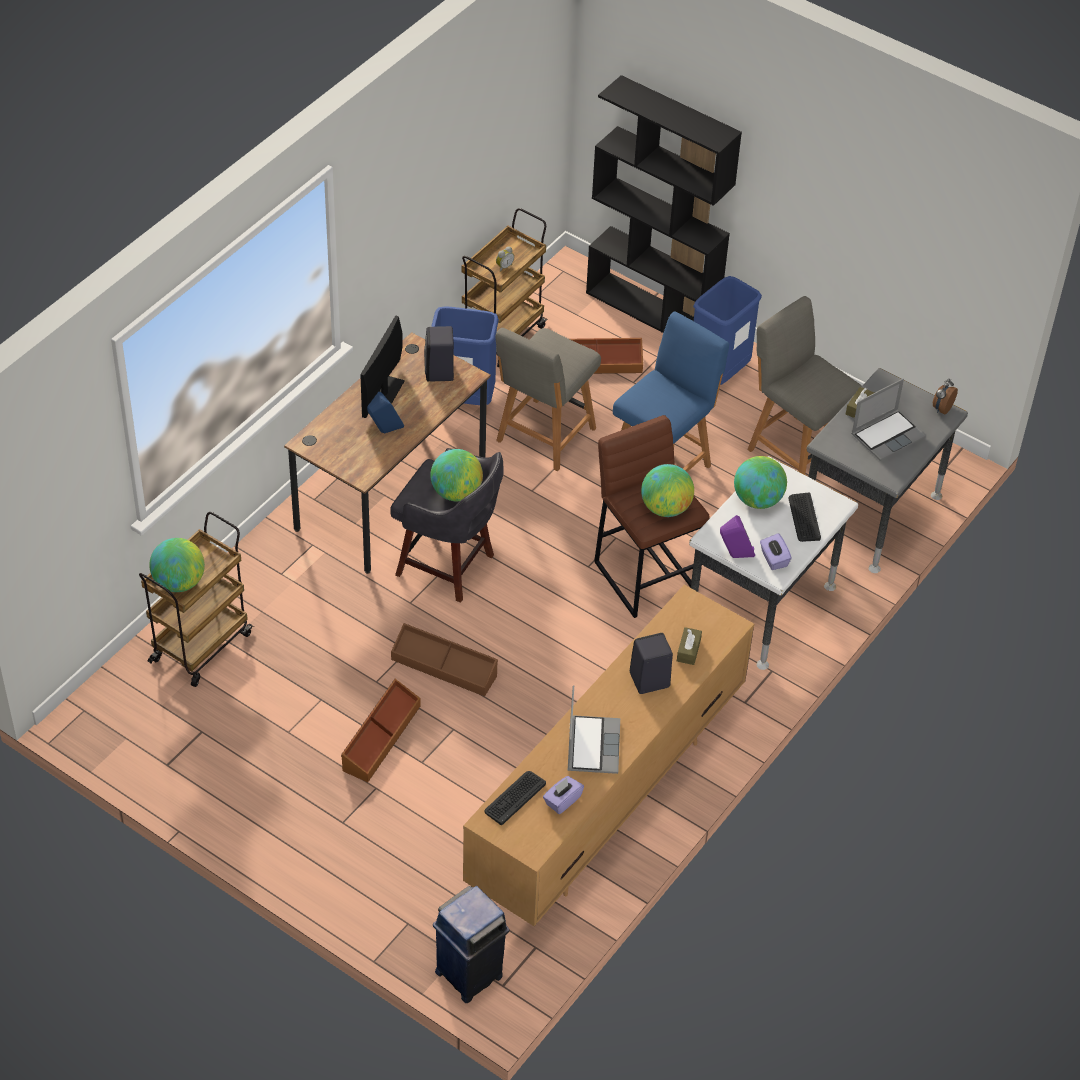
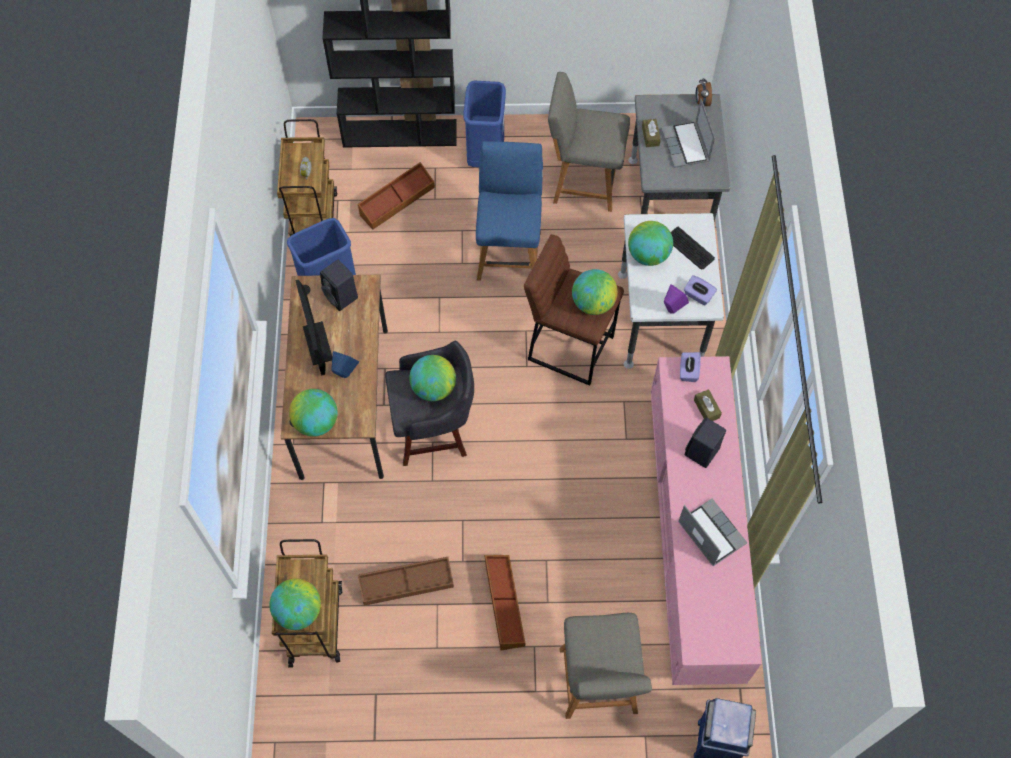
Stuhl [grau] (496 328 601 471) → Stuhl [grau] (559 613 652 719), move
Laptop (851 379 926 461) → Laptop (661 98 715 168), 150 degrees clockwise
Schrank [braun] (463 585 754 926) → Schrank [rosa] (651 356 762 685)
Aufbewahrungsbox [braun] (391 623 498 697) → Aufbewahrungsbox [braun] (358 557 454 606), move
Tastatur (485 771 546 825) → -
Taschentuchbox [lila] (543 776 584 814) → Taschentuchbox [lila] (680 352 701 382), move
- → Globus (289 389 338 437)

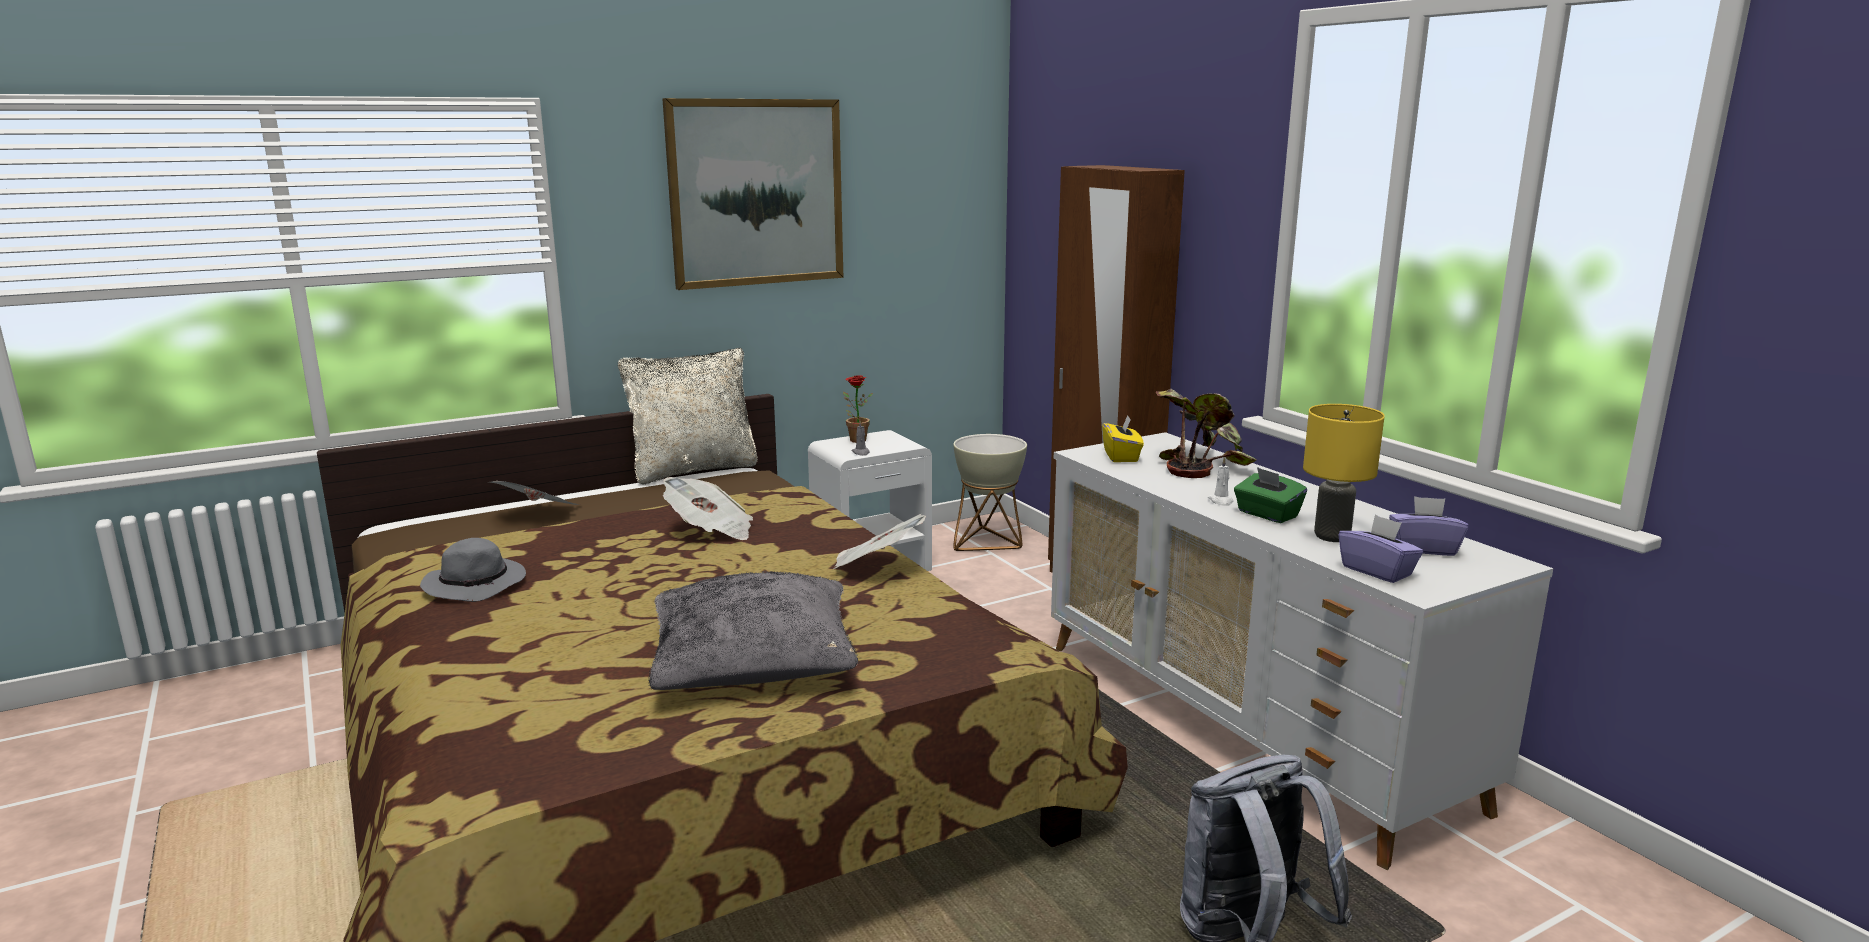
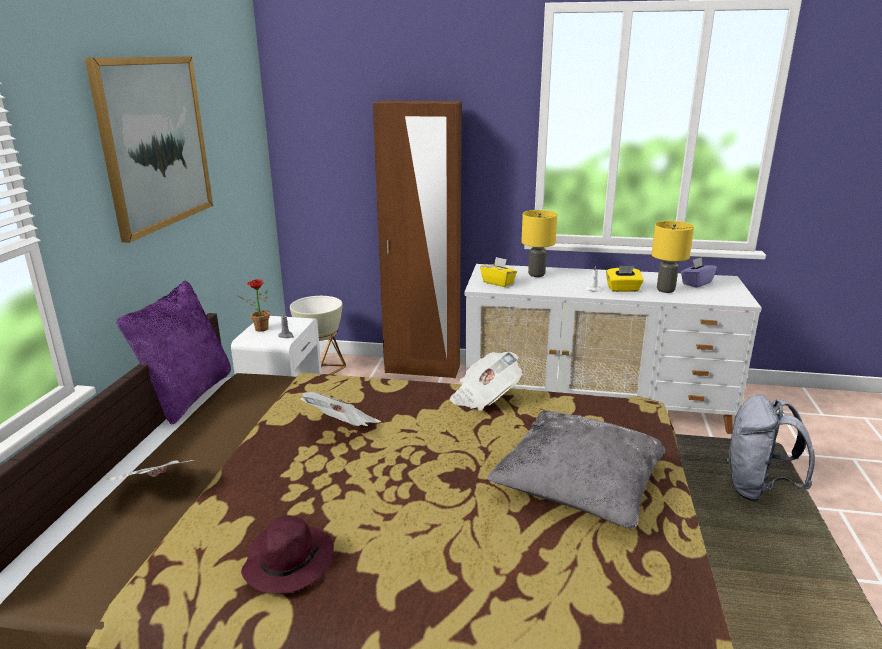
Kissen [beige] (617 347 758 485) → Kissen [lila] (117 281 231 424)
Topfpflanze (1156 389 1256 478) → Tischlampe [gelb] (521 210 557 277)
Taschentuchbox [grün] (1234 467 1307 523) → Taschentuchbox [gelb] (606 266 644 292)
Taschentuchbox [lila] (1339 514 1423 583) → -
Hut [grau] (420 538 526 602) → Hut [lila] (241 516 334 593)

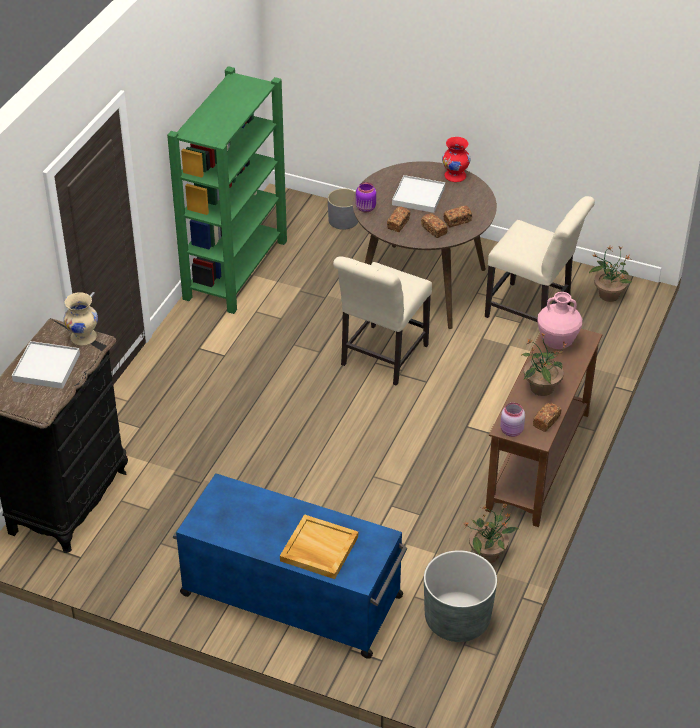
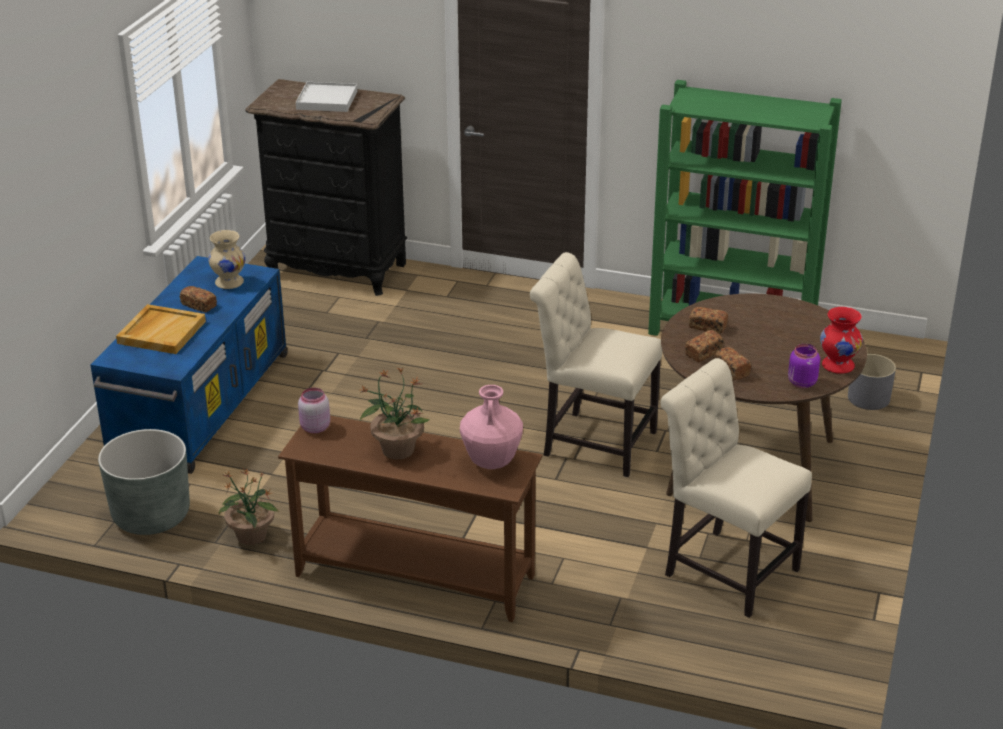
Tablett [weiß] (392 175 445 213) → -
Vorratsglas [lila] (356 182 376 213) → Vorratsglas [lila] (788 344 820 388), move
Stuhl [beige] (485 196 595 322) → Stuhl [beige] (661 358 812 618), 105 degrees clockwise
Topfpflanze (589 246 632 302) → -
Vase [beige] (64 292 98 346) → Vase [beige] (208 230 245 289), move
Brot (533 403 561 432) → Brot (180 286 217 313), move

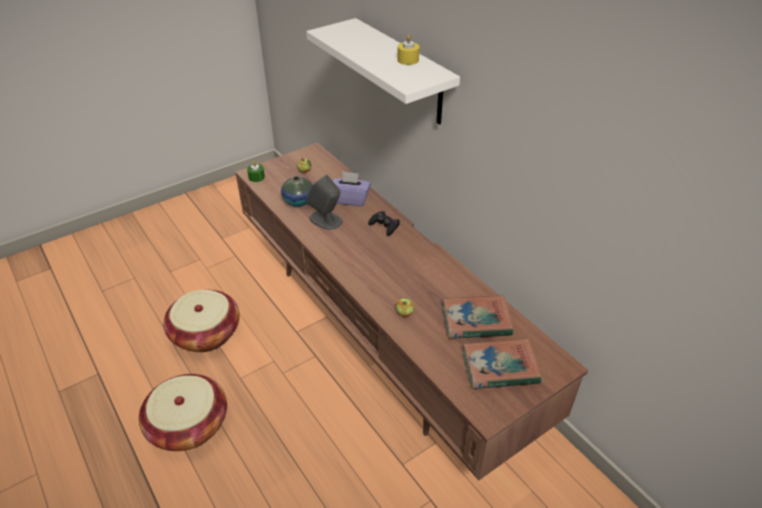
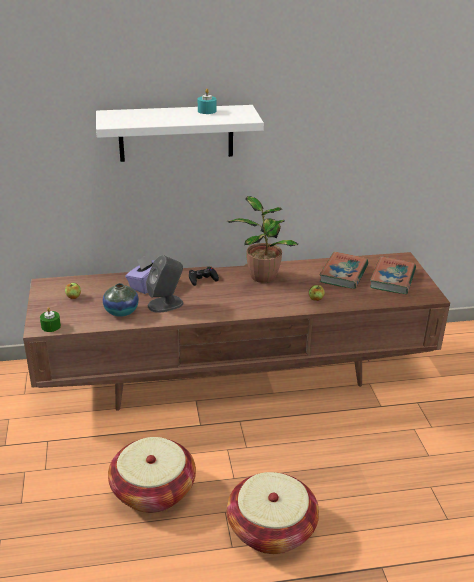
Kerze [gelb] (397 35 419 65) → Kerze [türkis] (198 89 217 114)
- → Topfpflanze (227 196 298 283)

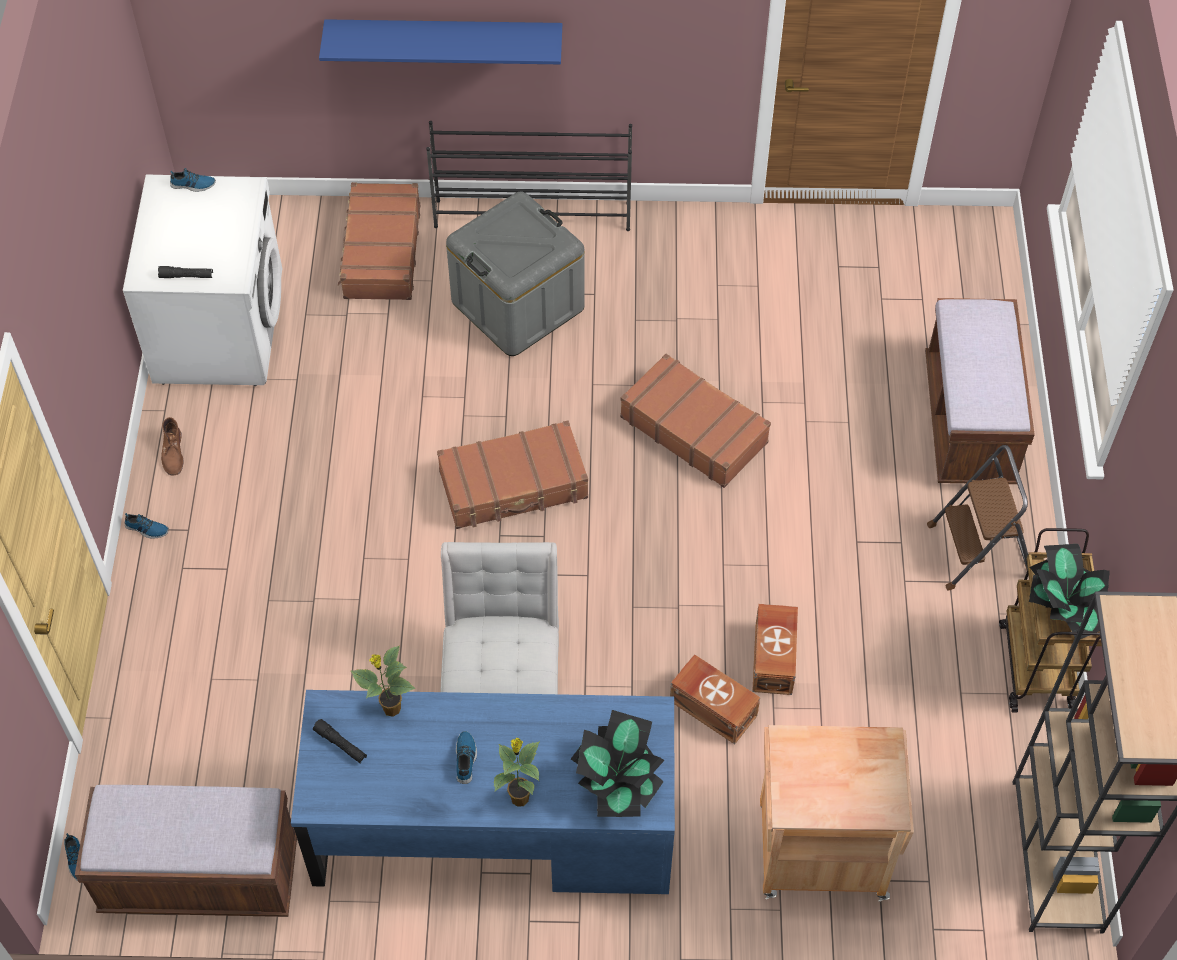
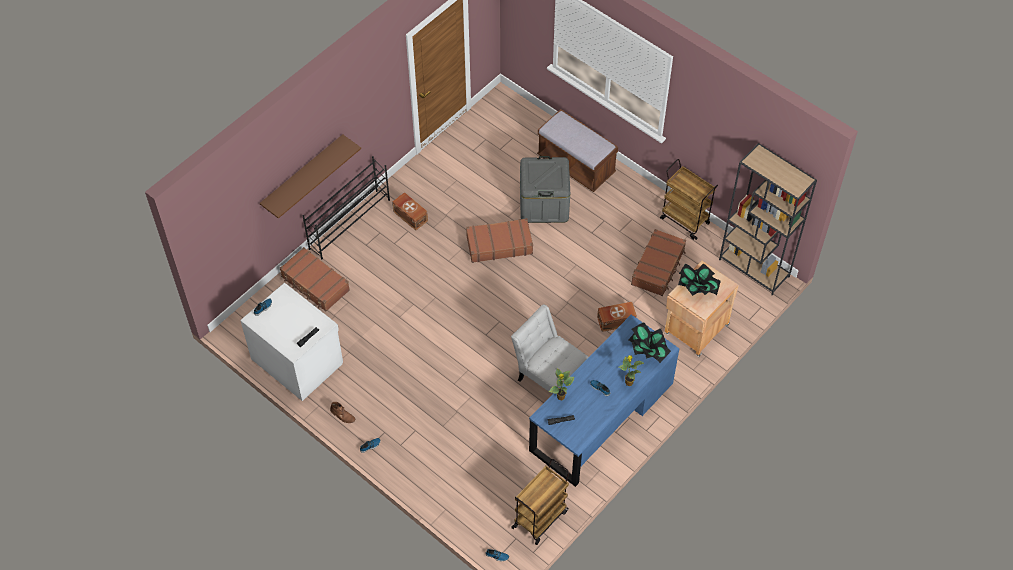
Wandregal [blau] (319 19 562 64) → Wandregal [braun] (260 134 361 219)
Aufbewahrungsbox [grau] (446 192 585 356) → Aufbewahrungsbox [grau] (520 156 570 223), move
Koffer [braun] (437 421 588 529) → Koffer [braun] (631 229 686 296), move
Trittleiter [braun] (927 445 1028 591) → -
Topfpflanze (1029 544 1110 639) → Topfpflanze (678 264 721 296), move
Aufbewahrungsbox [braun] (752 604 798 695) → Aufbewahrungsbox [braun] (392 192 428 230), move
Bank [braun] (75 785 297 917) → Rollwagen [braun] (511 459 569 545)

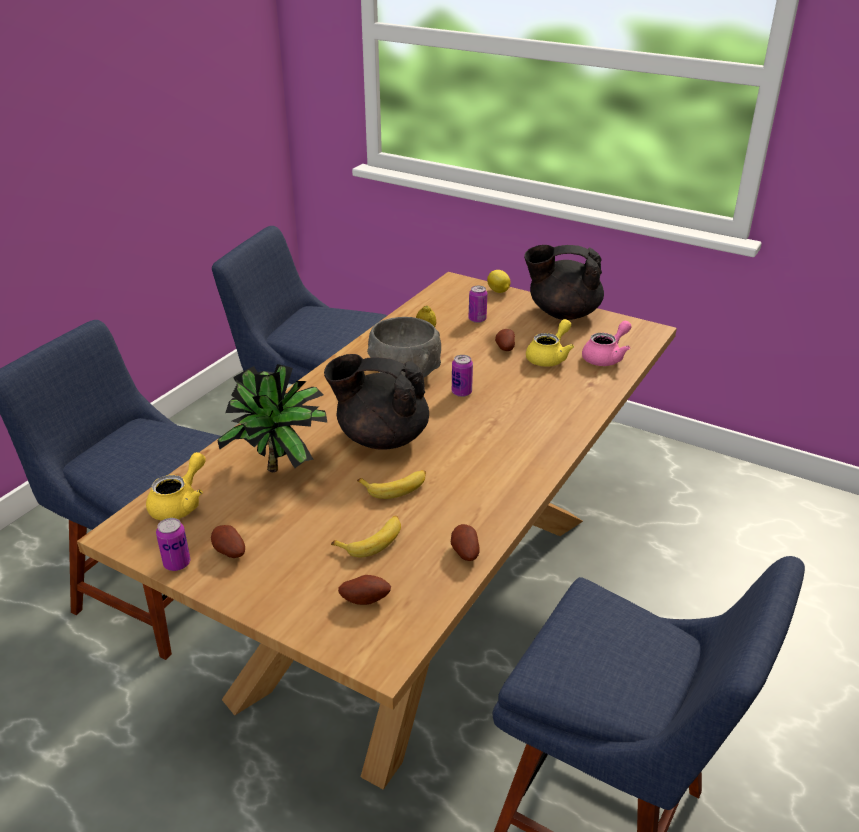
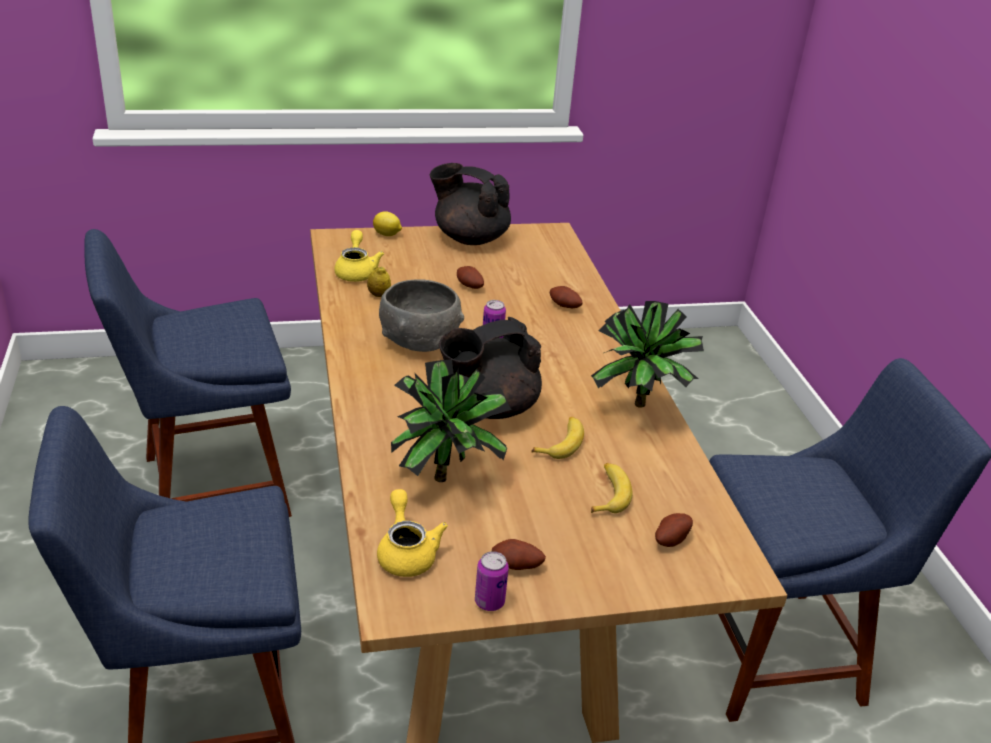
Teekanne [schwarz] (524 245 604 320) → Teekanne [schwarz] (430 163 511 245), 60 degrees clockwise
Dose (469 286 487 323) → -
Teekanne [gelb] (526 319 574 367) → Teekanne [gelb] (334 230 384 282), move
Teekanne [rosa] (582 321 632 366) → -
Kartoffel (451 524 480 561) → Kartoffel (550 286 583 308), move
- → Topfpflanze (591 301 704 408)

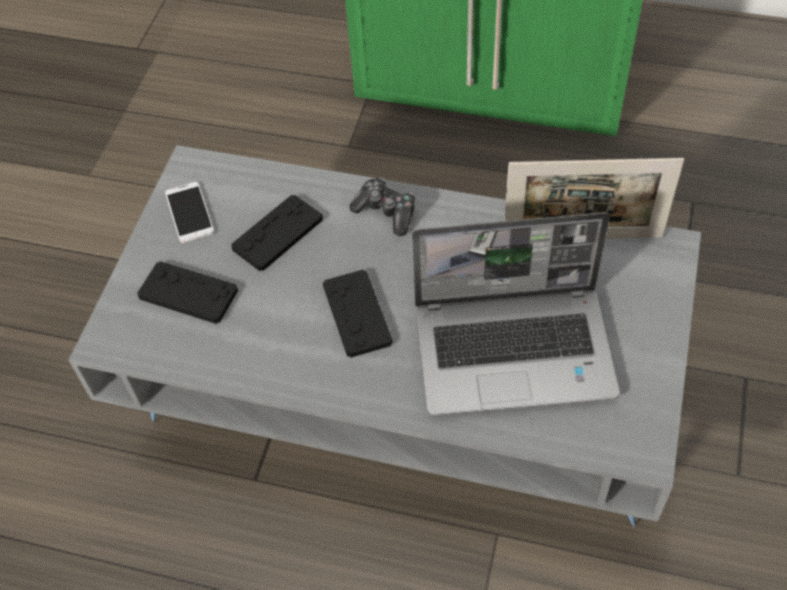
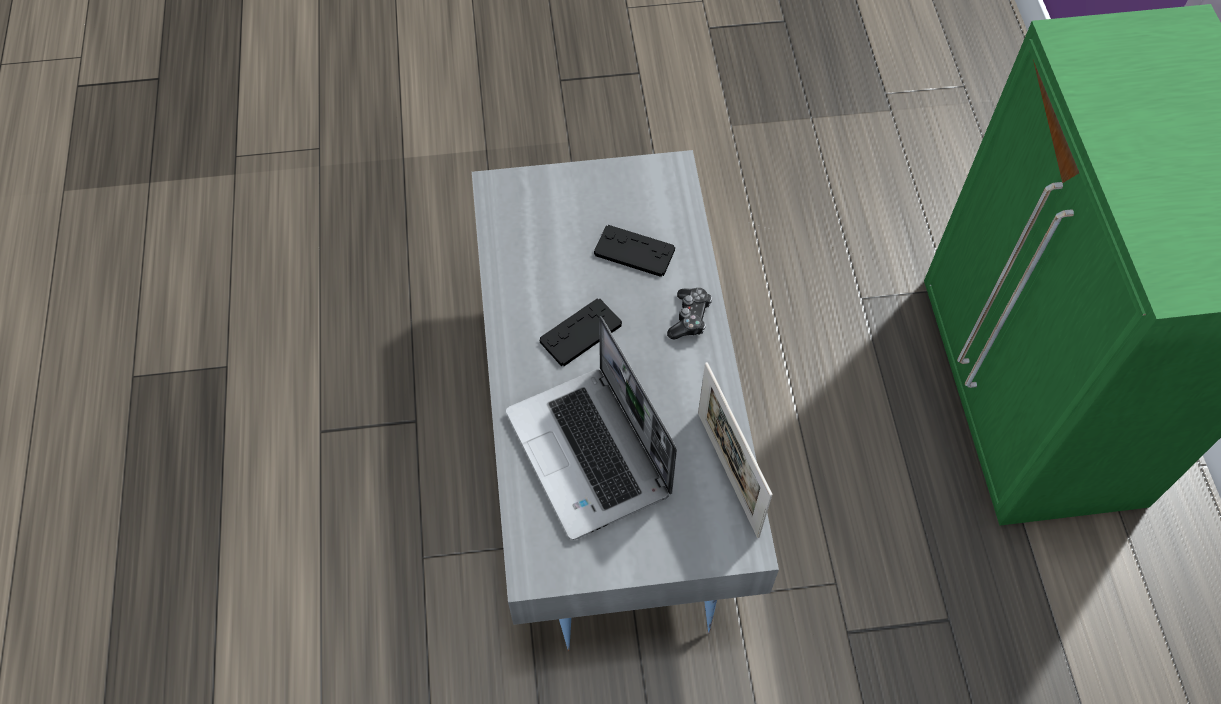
Handy (165 182 214 243) → -
Gamepad [schwarz] (137 261 238 324) → -

